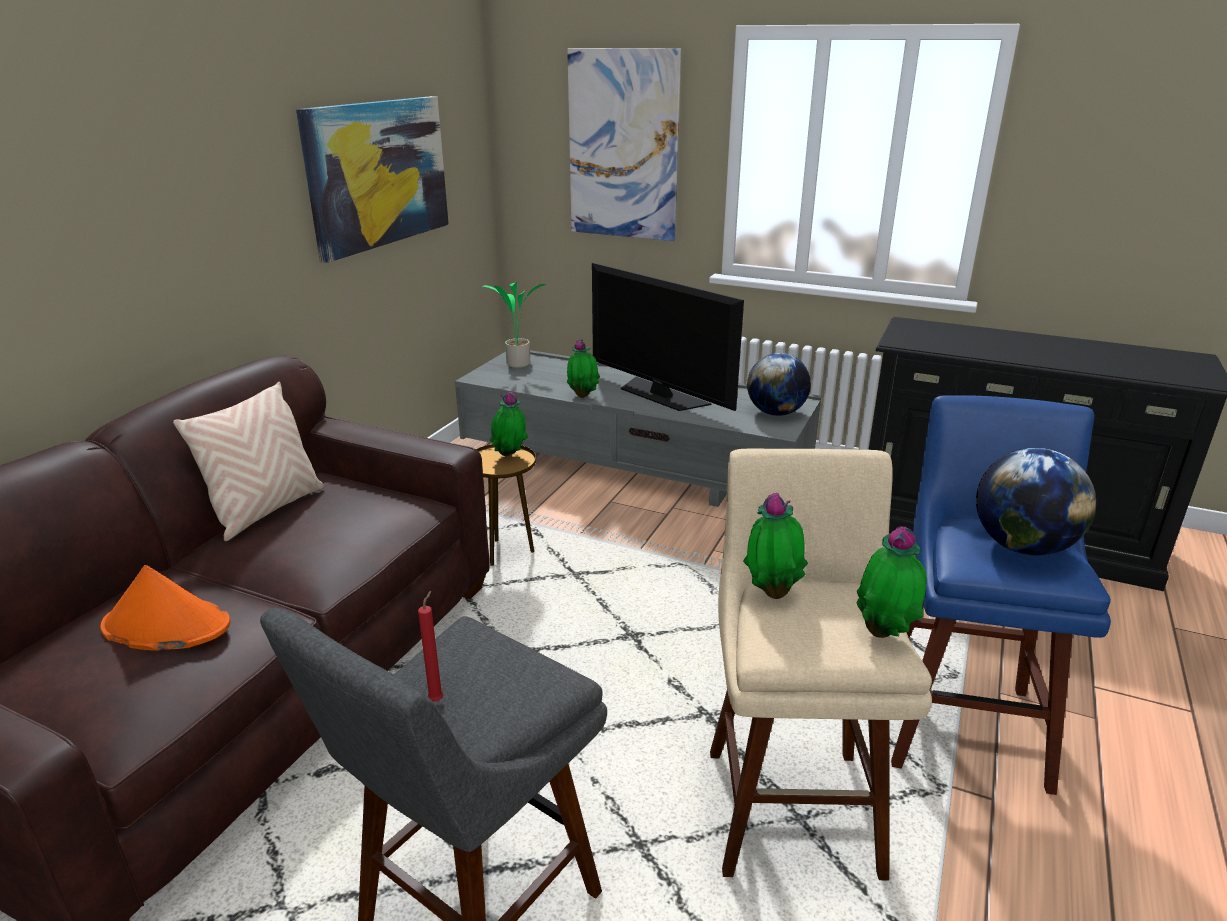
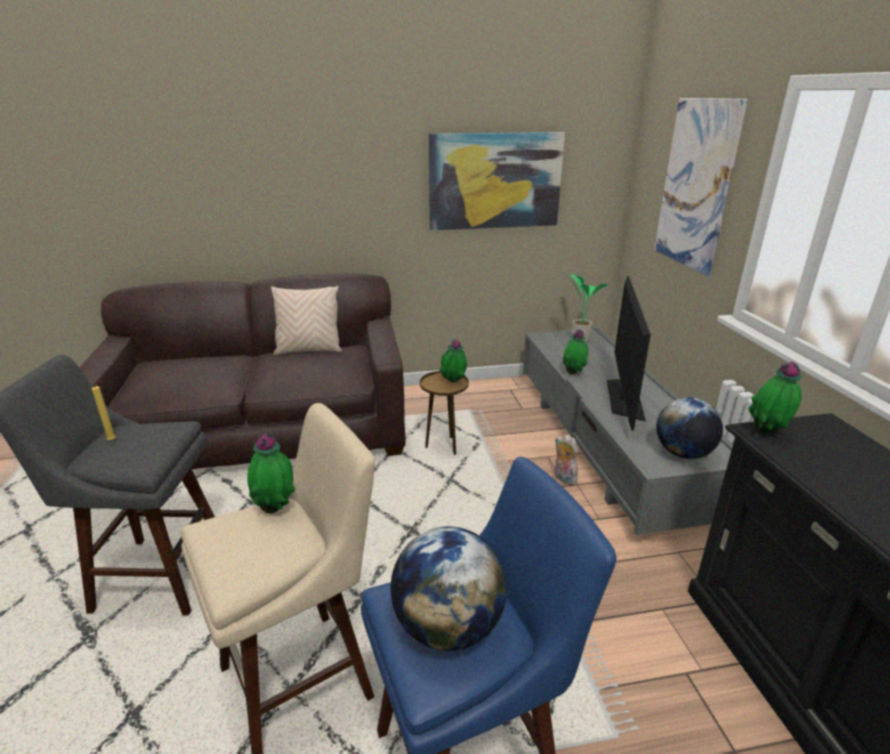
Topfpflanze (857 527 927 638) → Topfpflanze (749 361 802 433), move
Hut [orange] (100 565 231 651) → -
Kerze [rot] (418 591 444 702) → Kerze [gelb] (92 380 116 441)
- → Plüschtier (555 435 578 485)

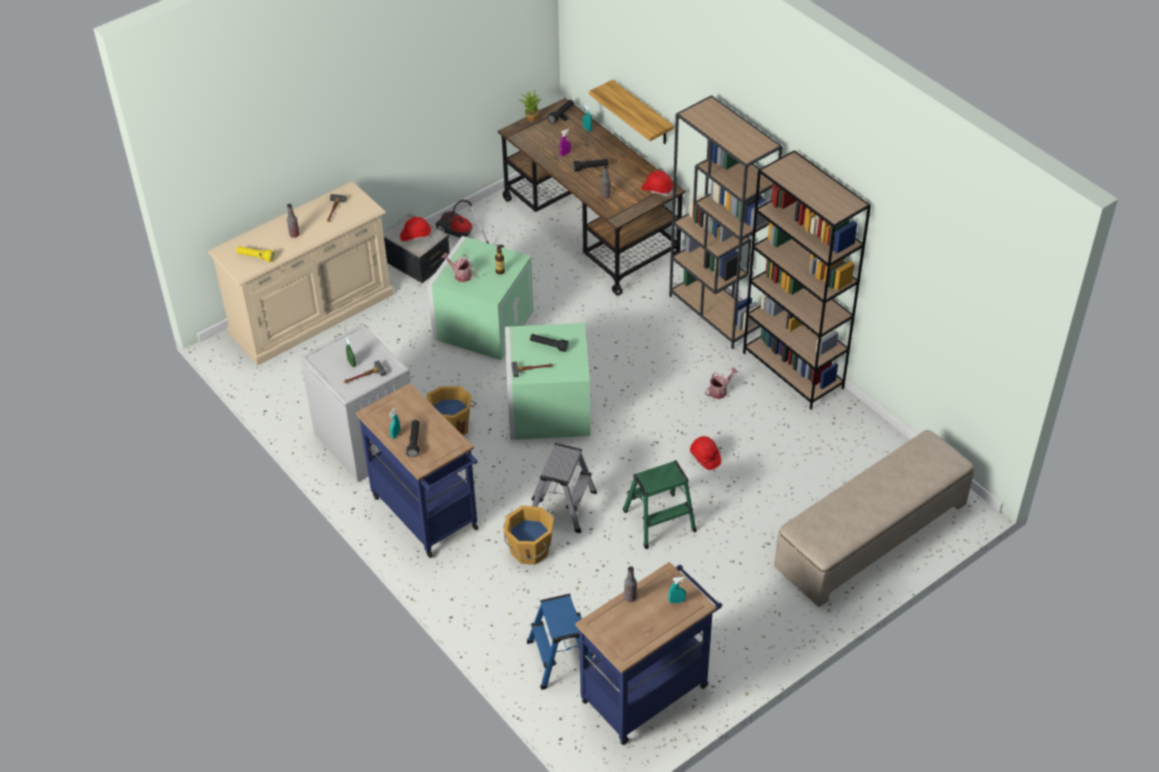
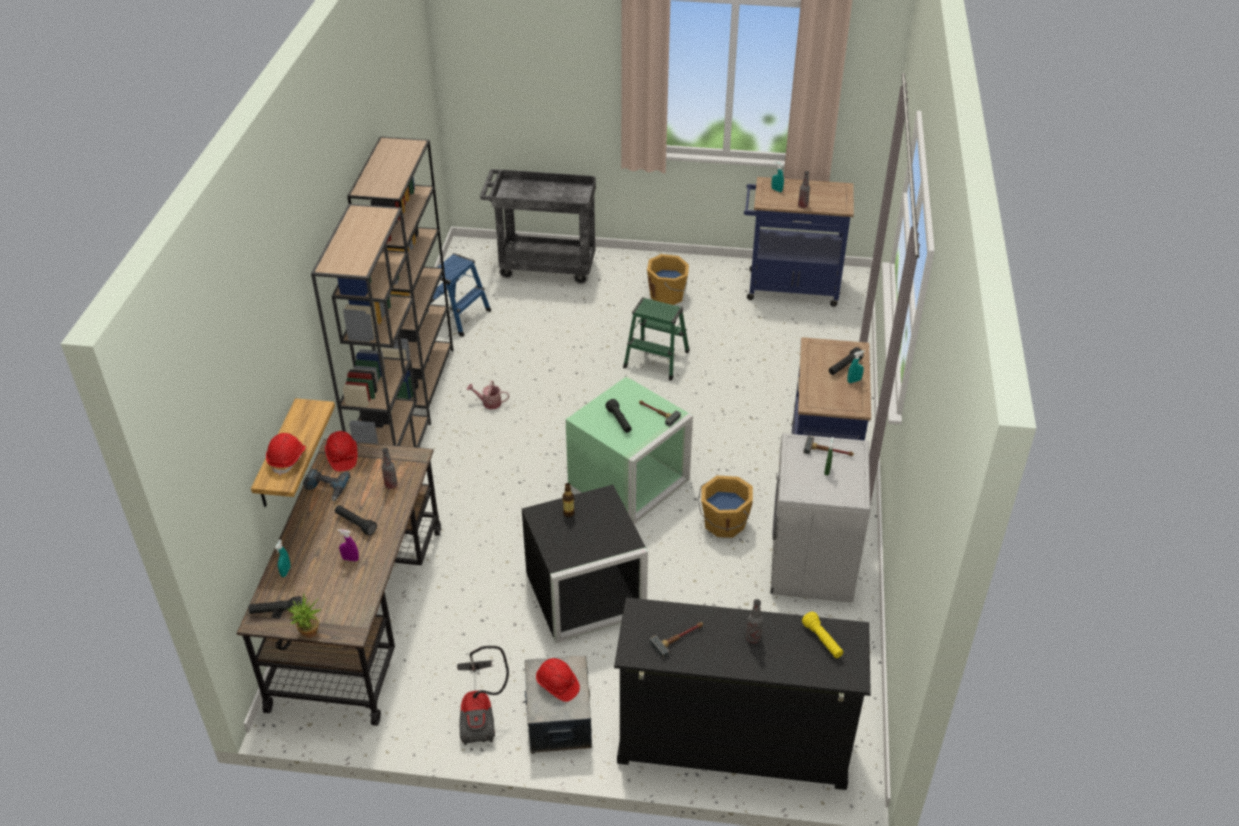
Schrank [beige] (208 181 394 365) → Schrank [schwarz] (614 597 871 790)
Aufbewahrungsbox [grün] (427 236 534 360) → Aufbewahrungsbox [schwarz] (522 485 648 643)
Gießkanne (441 253 478 282) → -
Bank [beige] (774 430 974 607) → Rollwagen [grau] (480 169 596 284)
Schutzhelm [rot] (690 436 721 470) → Schutzhelm [rot] (266 433 306 475), move
Trittleiter [grau] (531 443 597 533) → -
Eimer [orange] (504 505 554 565) → Eimer [orange] (647 254 689 305), move
Trittleiter [blau] (527 594 594 690) → Trittleiter [blau] (430 253 491 337), move
- → Bohrmaschine (303 469 350 501)

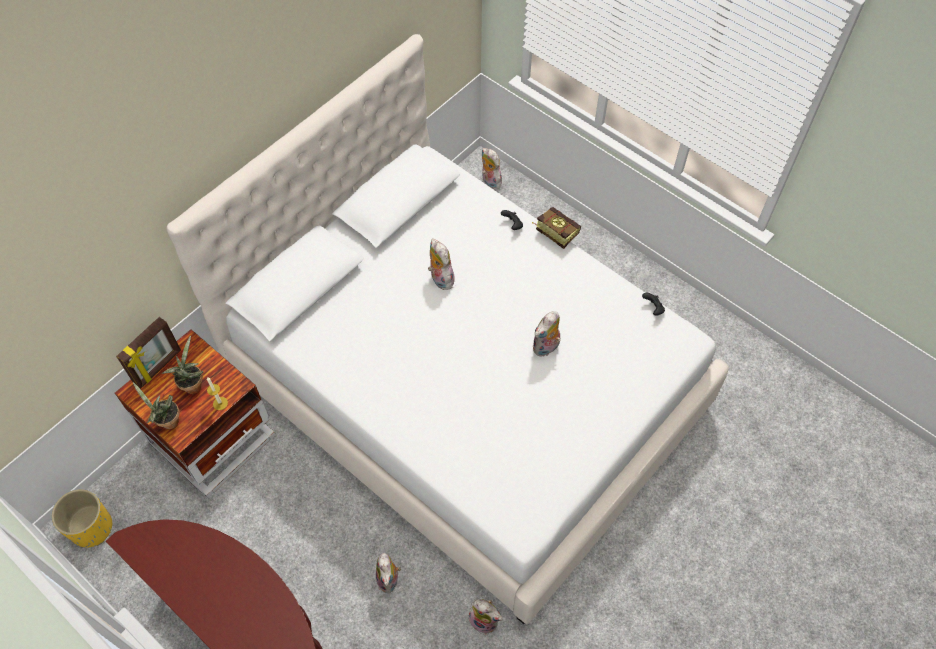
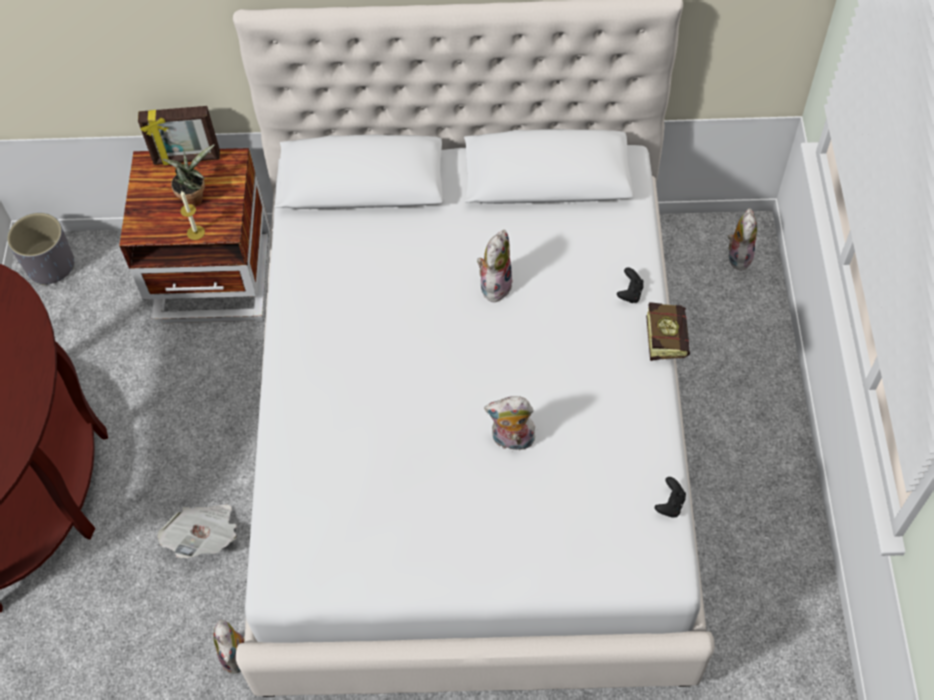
Topfpflanze (133 382 180 429) → -
Pflanzkübel [gelb] (51 489 112 548) → Pflanzkübel [grau] (7 213 74 285)
Plüschtier (376 553 401 593) → Zeitung (158 504 237 558)

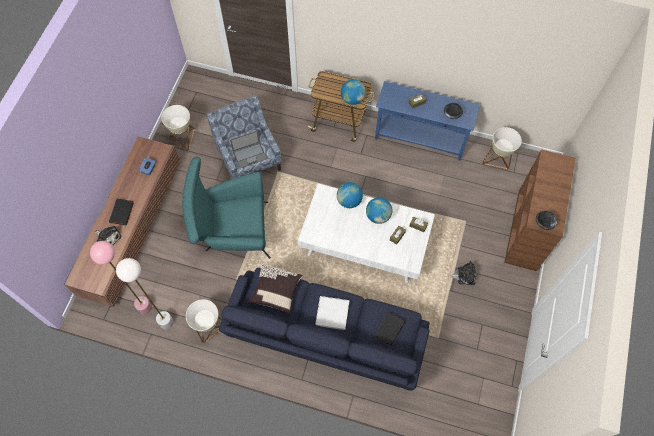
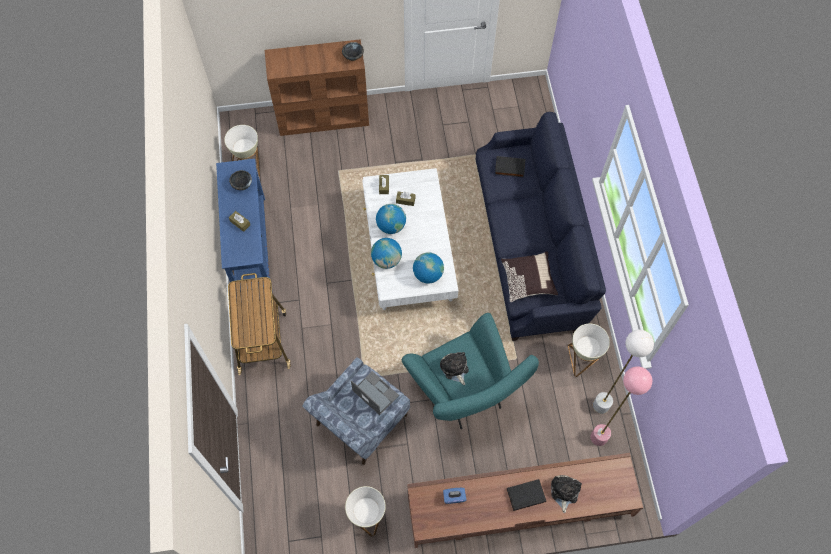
Globus (341 79 366 105) → Globus (413 252 444 284), move
Plüschtier (450 261 477 286) → Plüschtier (440 352 469 385), move
Tablett [weiß] (315 296 350 330) → -

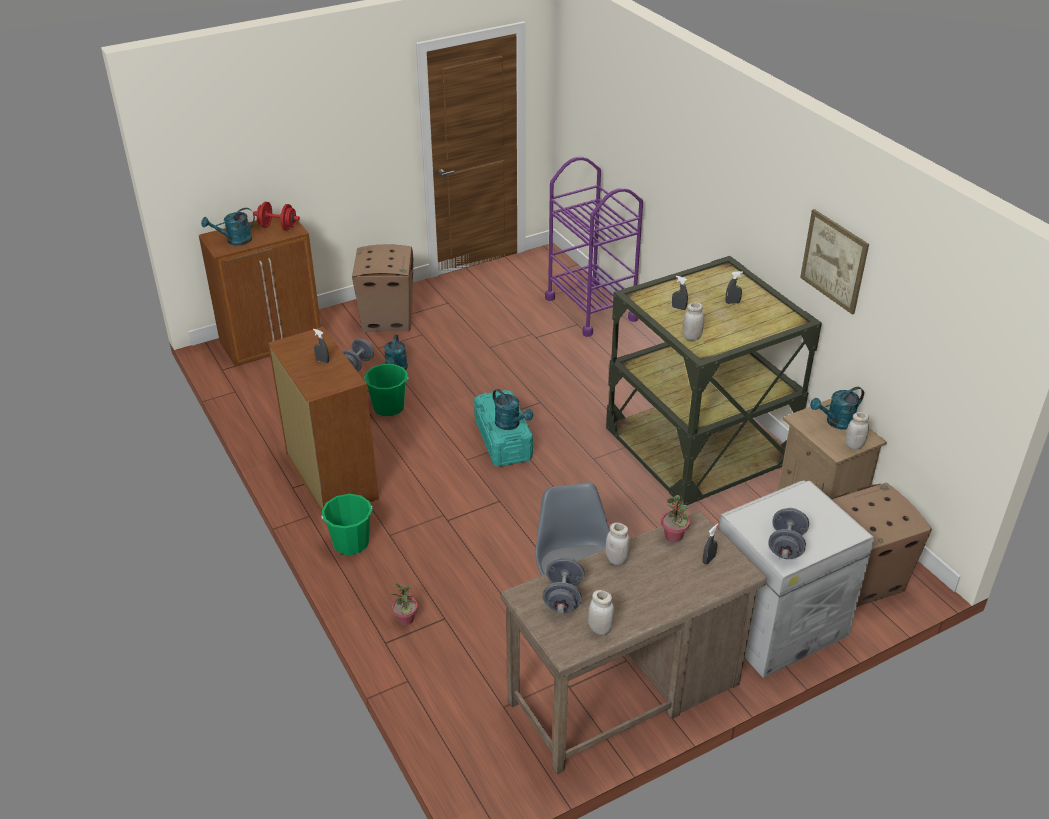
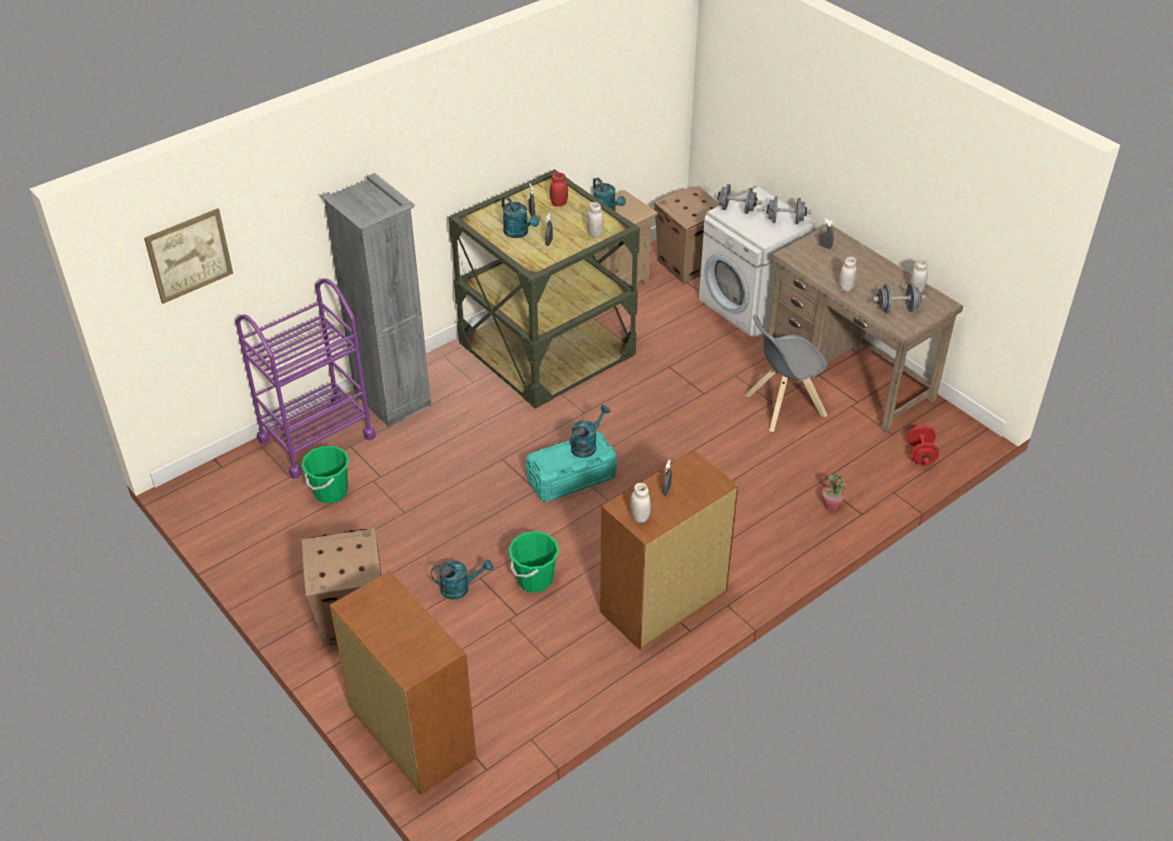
Hantel [rot] (253 202 300 230) → Hantel [rot] (907 425 939 465), move
Gießkanne [türkis] (201 208 255 246) → Gießkanne [türkis] (502 196 539 238), move
Bild (800 209 869 315) → Bild (144 208 233 304), move
Hantel [grau] (342 339 374 372) → Hantel [grau] (714 184 762 214), move
Vorratsglas [weiß] (845 412 869 449) → Vorratsglas [weiß] (630 483 651 523), move
Eimer [grün] (321 494 373 555) → Eimer [grün] (301 446 349 503), move
Topfpflanze (661 495 690 543) → -
- → Schrank [grau] (320 173 431 427)
- → Vorratsglas [rot] (550 173 568 206)

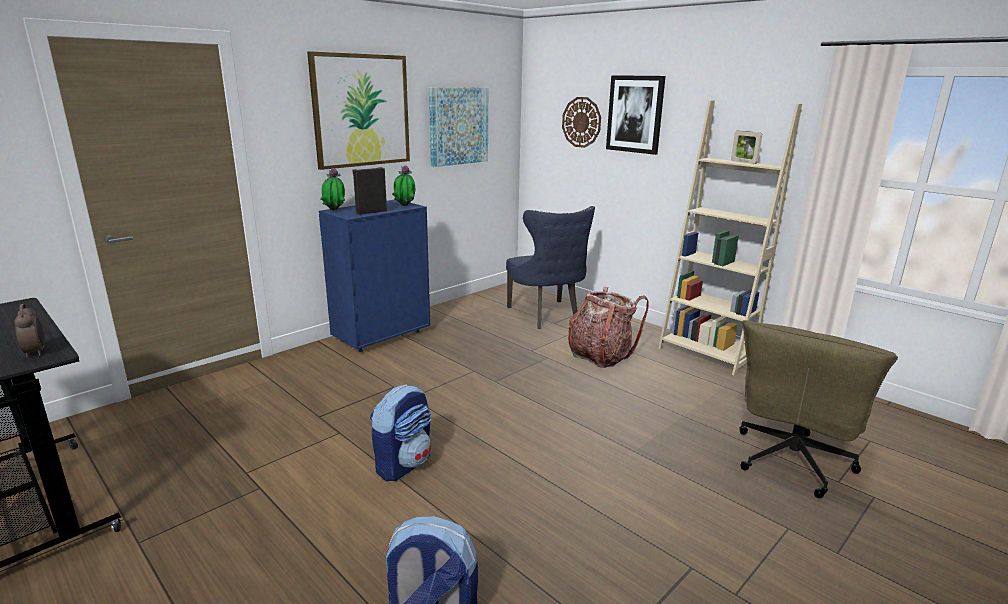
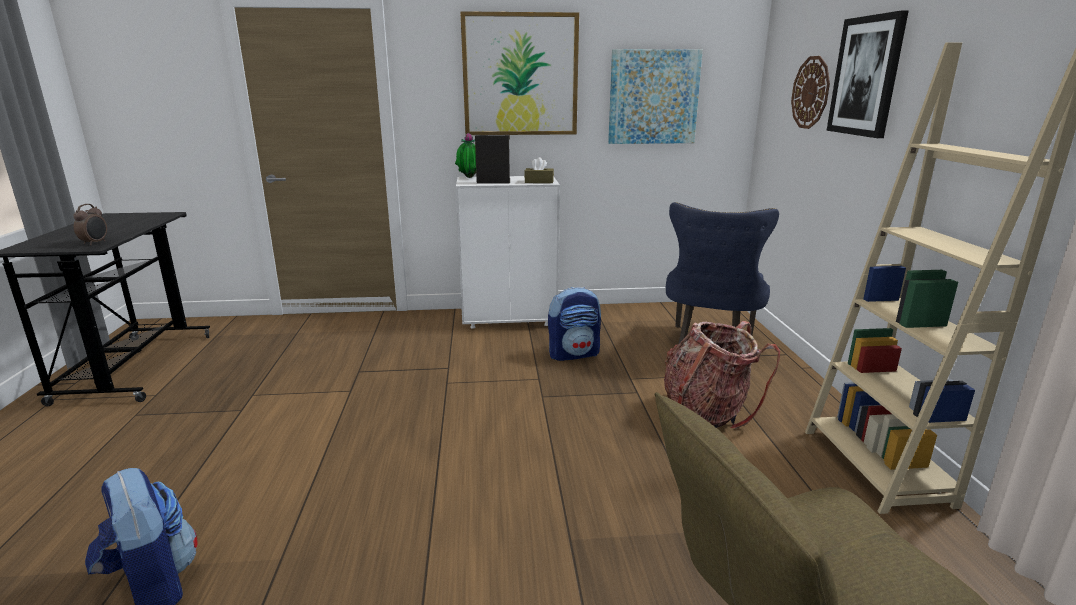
Bilderrahmen (731 131 762 164) → -
Topfpflanze (392 165 415 206) → Taschentuchbox [braun] (524 157 554 183)
Schrank [blau] (319 200 430 352) → Schrank [weiß] (456 176 560 329)
Rucksack (370 385 432 481) → Rucksack (548 287 601 361), move

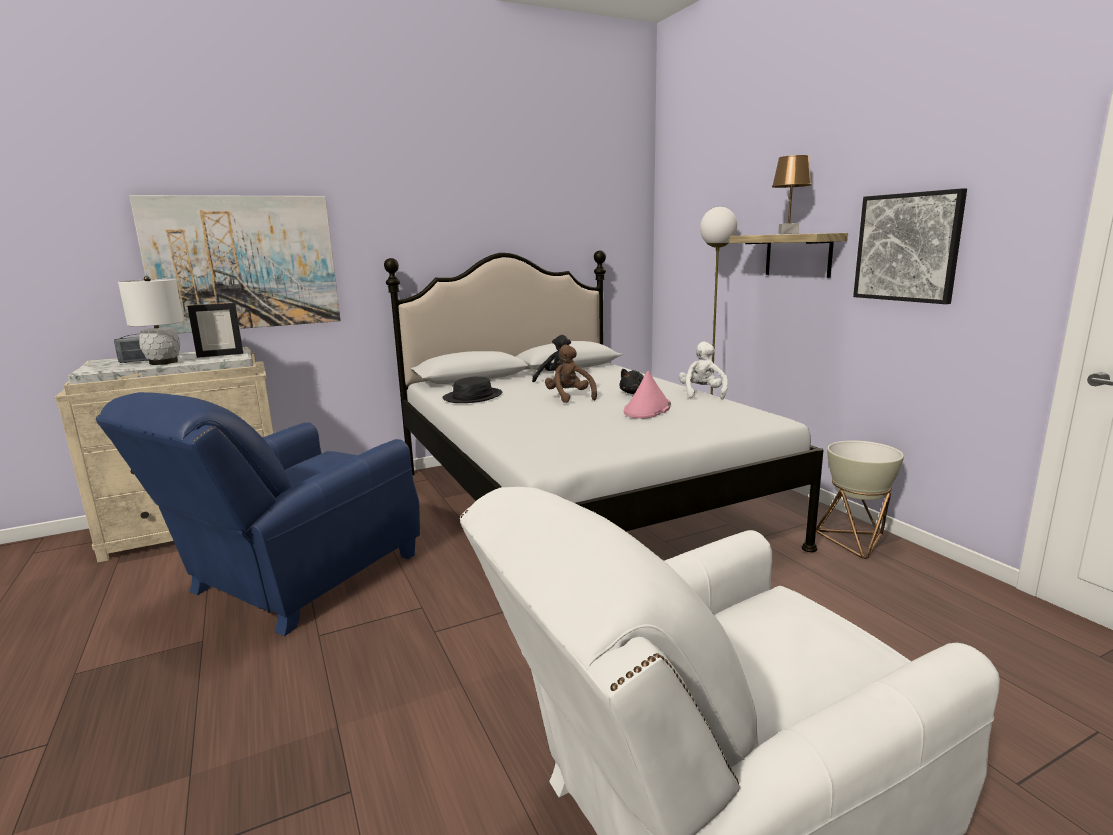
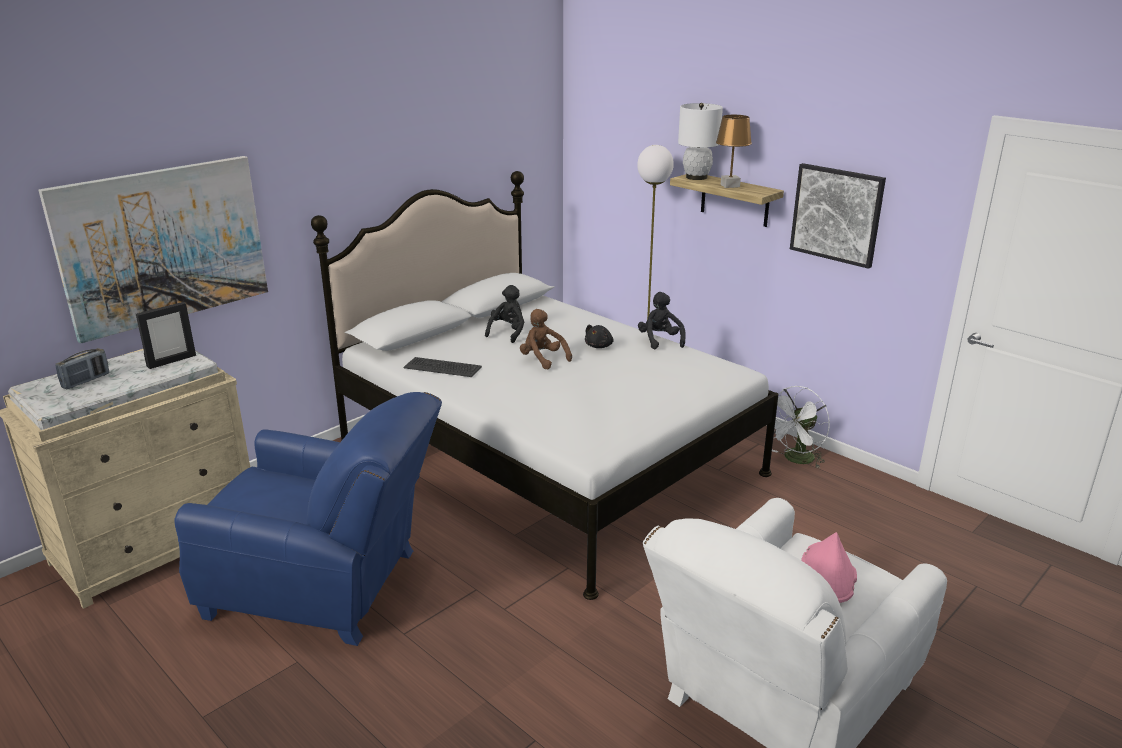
Tischlampe [weiß] (118 276 184 365) → Tischlampe [weiß] (678 103 723 180), move
Plüschtier [weiß] (679 341 728 400) → Plüschtier [schwarz] (638 292 686 349)
Hut [rosa] (624 371 671 419) → Hut [rosa] (801 532 857 603), move
Hut [schwarz] (442 377 502 403) → Tastatur (404 357 482 377)
Sessel [blau] (96 392 420 636) → Sessel [blau] (174 392 442 646), 90 degrees counterclockwise
Pflanzkübel (816 440 904 559) → Ventilator [weiß] (772 386 830 468)

